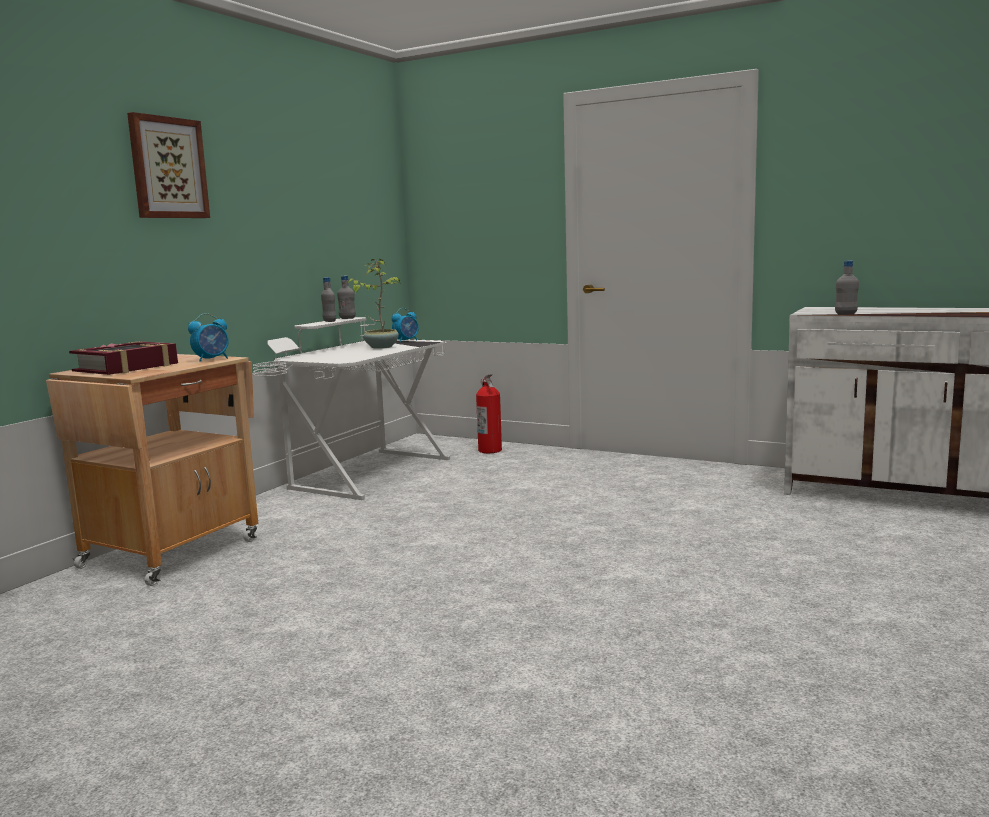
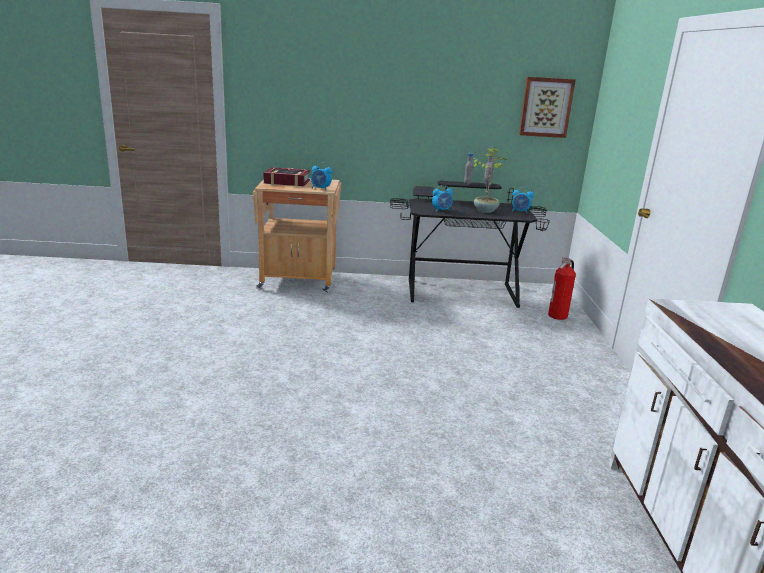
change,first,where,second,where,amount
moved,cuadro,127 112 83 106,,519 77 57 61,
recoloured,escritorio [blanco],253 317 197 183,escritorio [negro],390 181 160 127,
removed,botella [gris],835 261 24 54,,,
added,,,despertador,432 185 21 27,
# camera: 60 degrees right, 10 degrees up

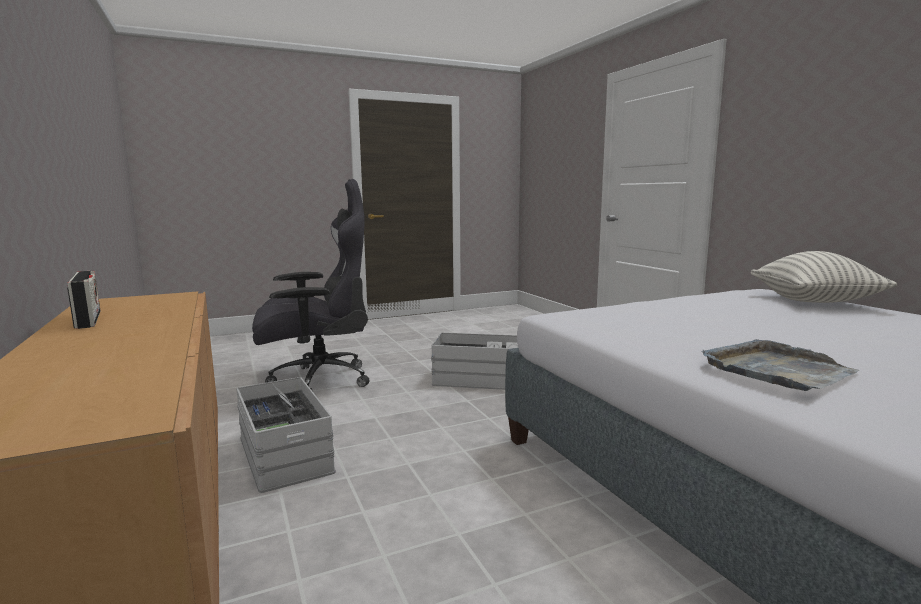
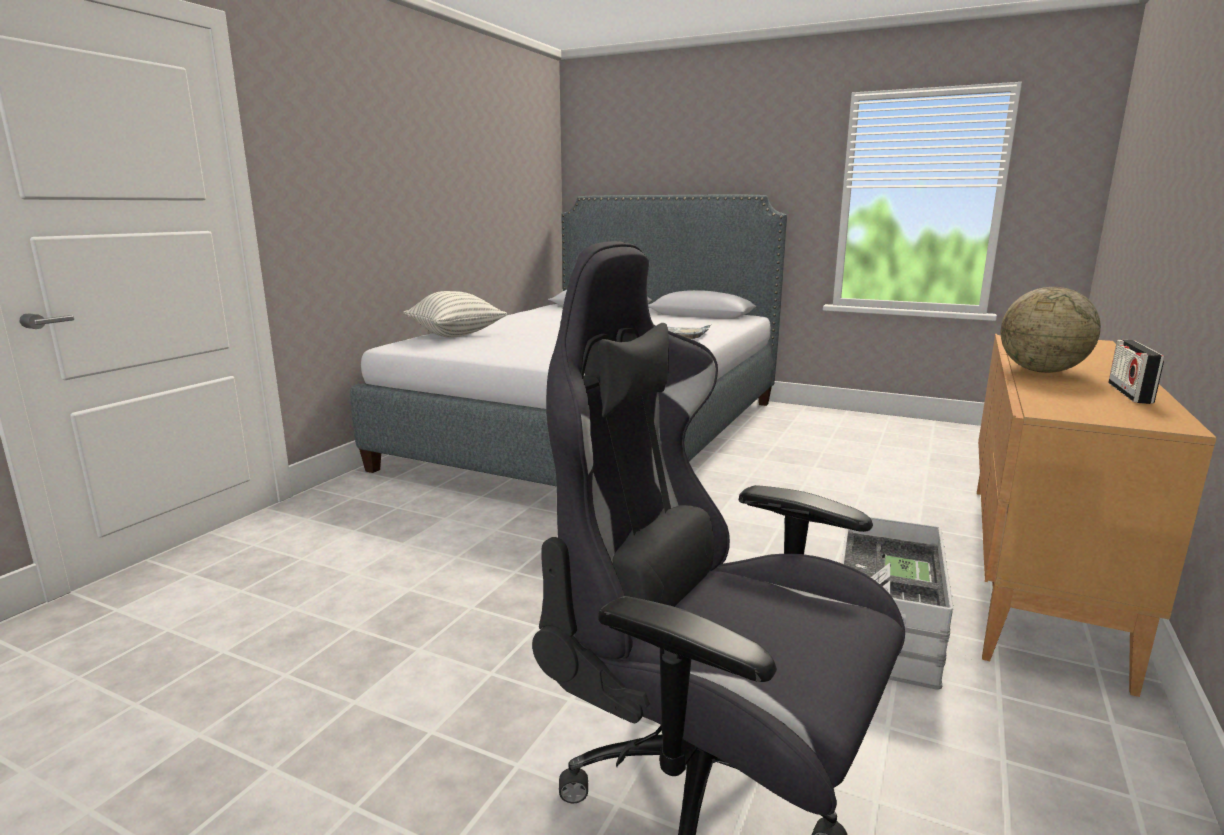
change,first,where,second,where,amount
removed,caja de almacenaje [gris],431 333 87 57,,,
added,,,globo terráqueo,1001 287 100 86,
# camera: 130 degrees left, 5 degrees up

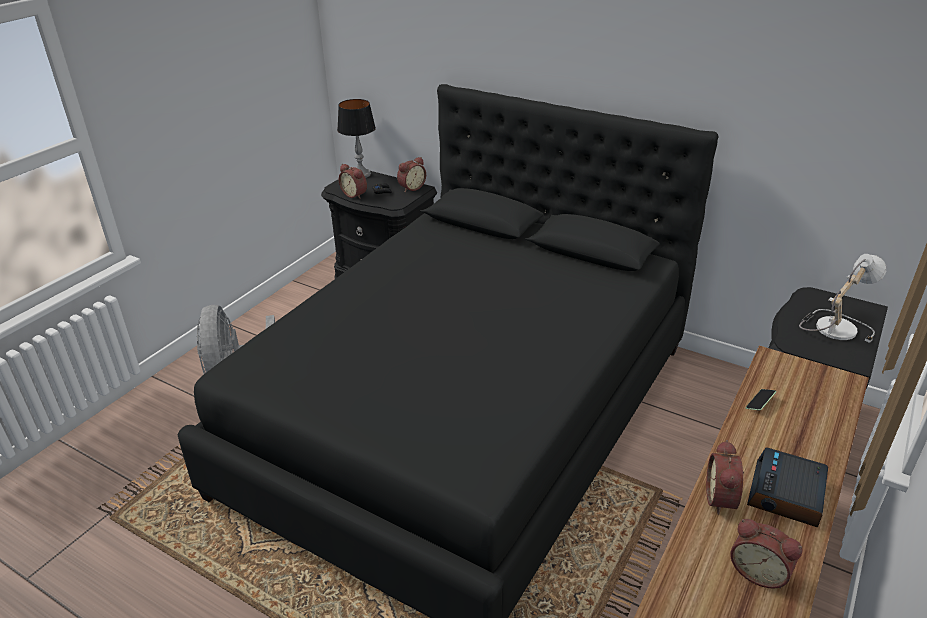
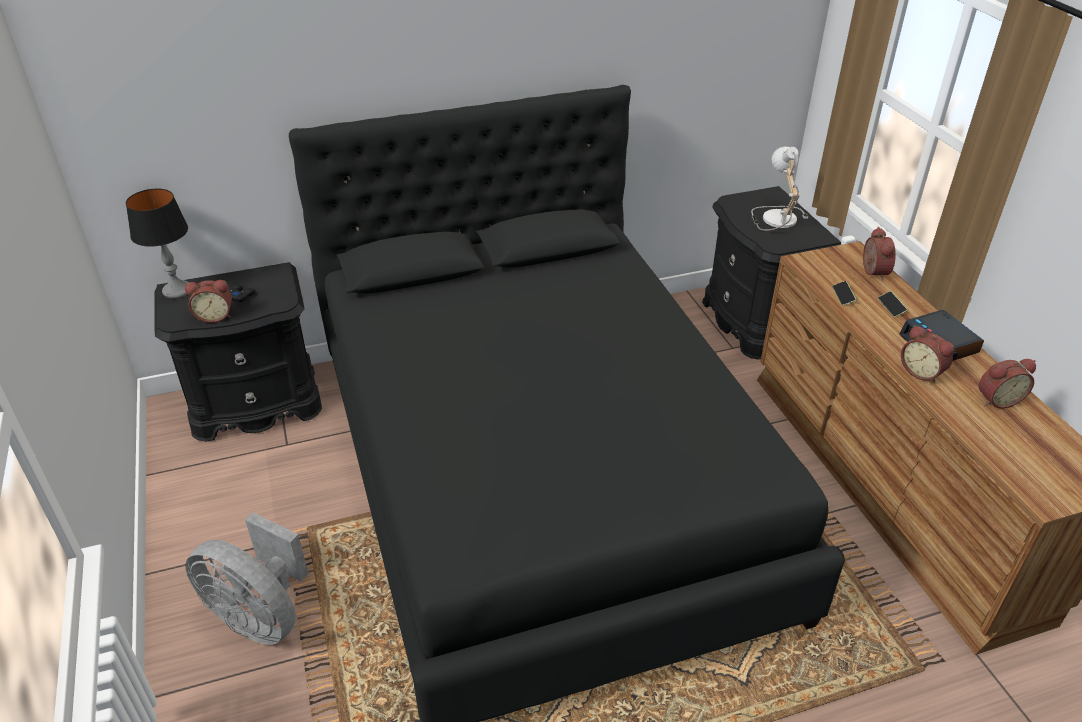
change,first,where,second,where,amount
moved,despertador,397 157 29 35,,863 227 33 54,
added,,,móvil,878 291 29 26,
# camera: 50 degrees left, 5 degrees up

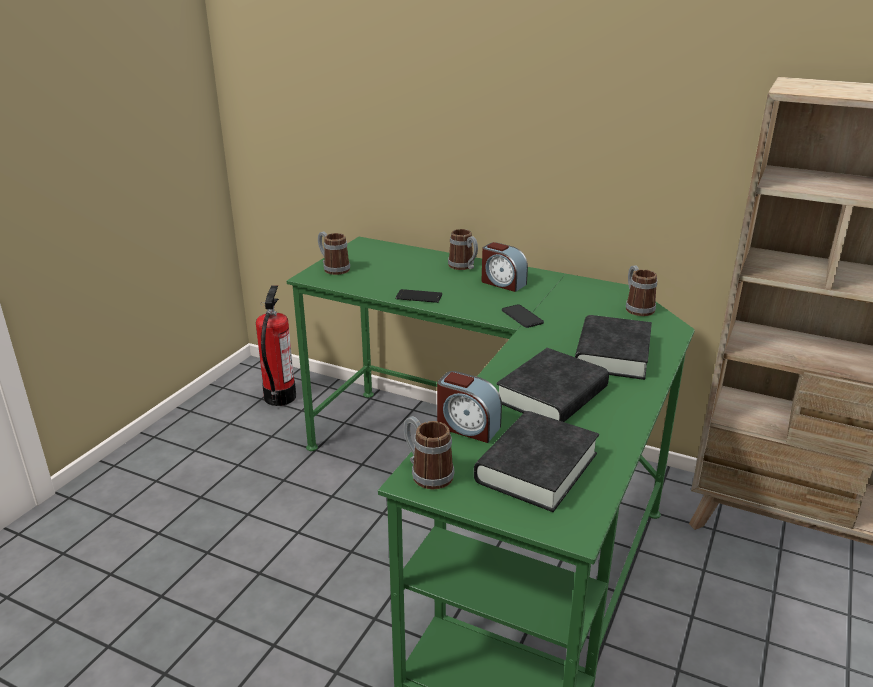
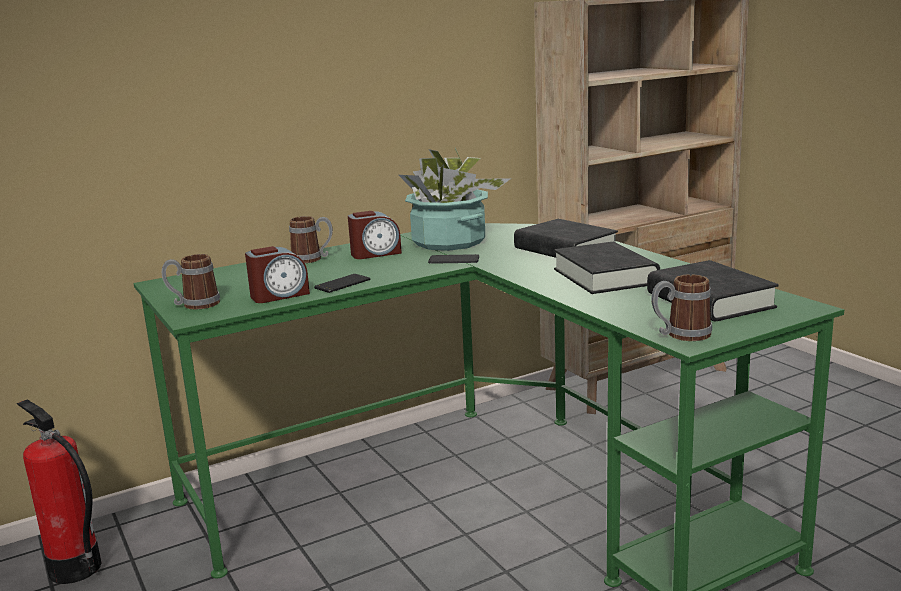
change,first,where,second,where,amount
moved,despertador,437 371 65 72,,245 246 65 57,
removed,taza grande,625 265 32 51,,,
added,,,planta en maceta,399 148 111 103,
# camera: 55 degrees left, 10 degrees down

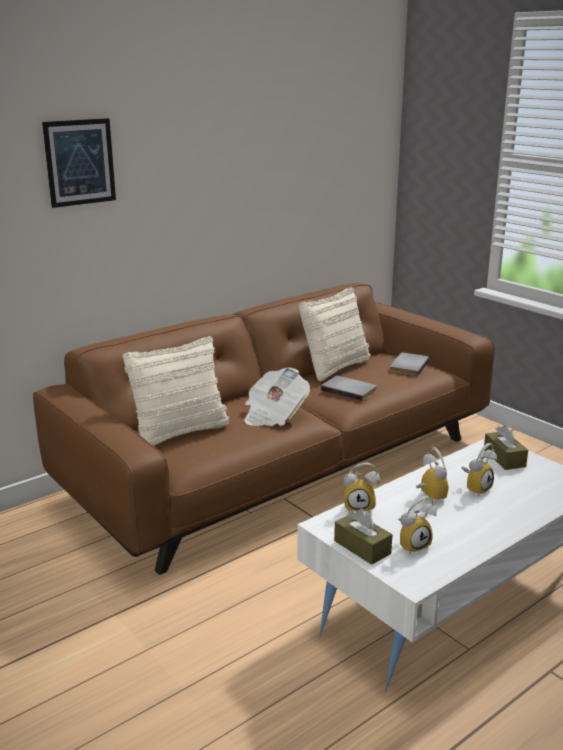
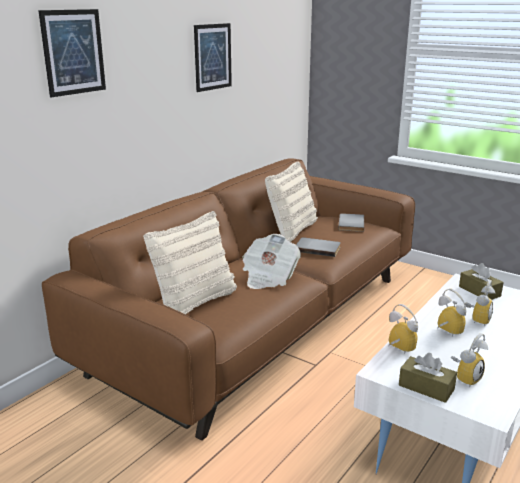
change,first,where,second,where,amount
turned,despertador,344 463 36 50,,388 304 30 50,120 degrees counterclockwise
added,,,cuadro,194 23 38 69,
# camera: 15 degrees left, 0 degrees up

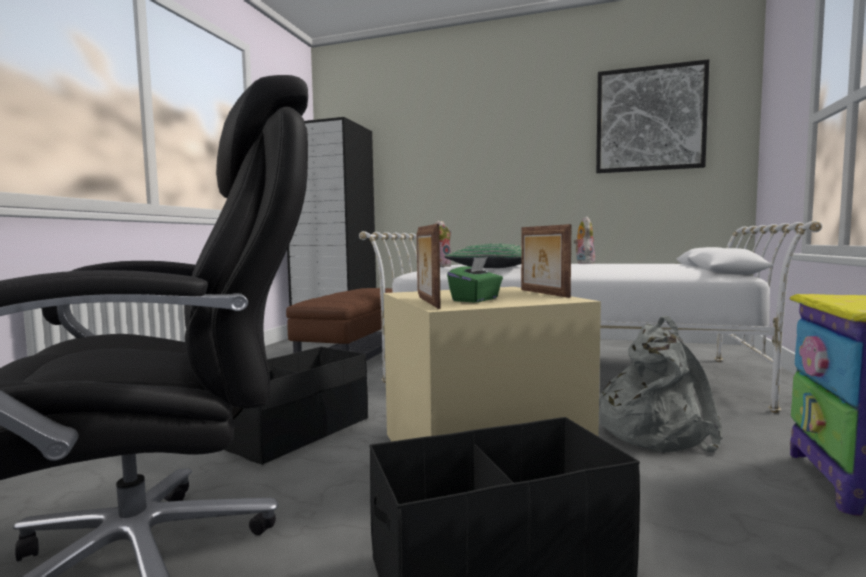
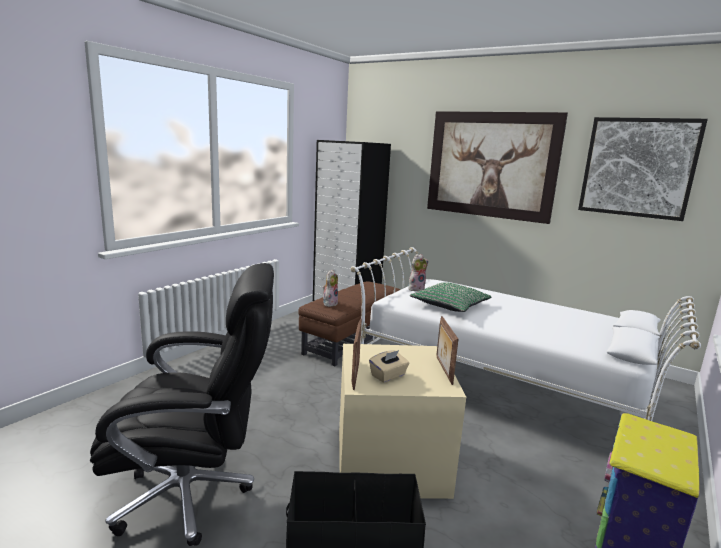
change,first,where,second,where,amount
removed,caja de almacenaje [negro],224 347 144 118,,,
recoloured,caja de pañuelos [verde],447 257 56 46,caja de pañuelos [beis],369 350 40 33,
moved,peluche,573 216 22 48,,323 270 15 37,
removed,mochila [gris],599 316 124 137,,,
added,,,cuadro,427 111 141 113,
# camera: 15 degrees right, 10 degrees up

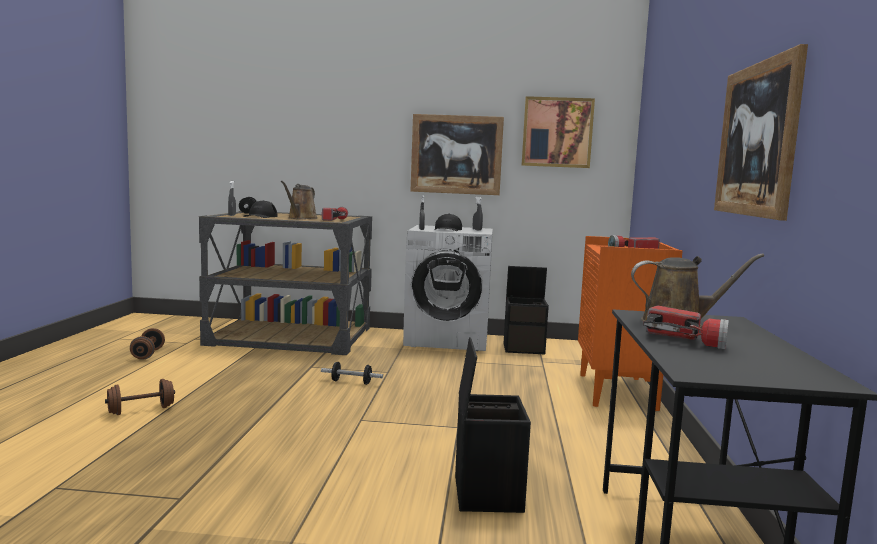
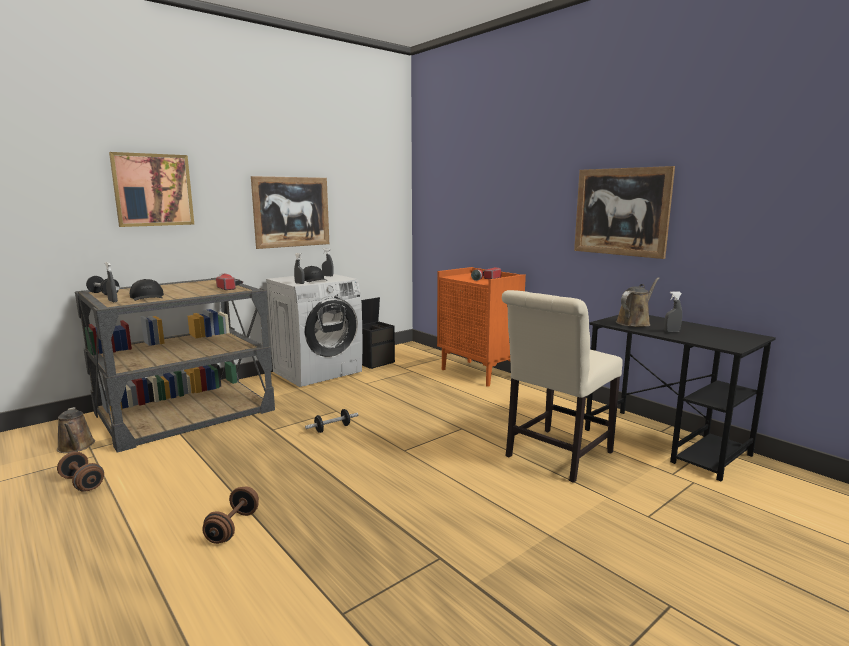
change,first,where,second,where,amount
moved,regadera [marrón],281 181 36 38,,57 407 38 46,
replaced,caja de almacenaje [negro],455 337 76 176,silla [beis],502 290 121 193,
moved,cuadro,522 96 73 72,,109 152 85 75,
replaced,linterna,643 306 86 43,pulverizador [gris],664 291 18 41,
# camera: 45 degrees left, 5 degrees up

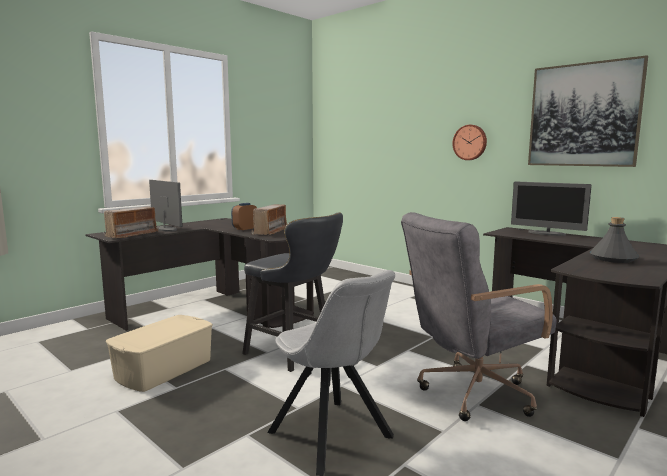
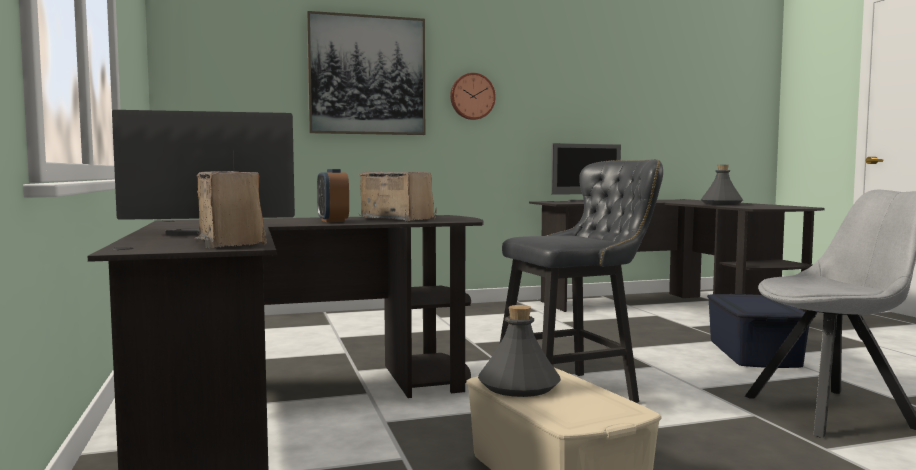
change,first,where,second,where,amount
replaced,silla de oficina [gris],401 212 156 209,caja de almacenaje [azul],707 294 102 74,
moved,cuadro,528 55 120 112,,307 11 118 124,
added,,,botella [gris],478 305 83 92,
# camera: 60 degrees left, 5 degrees down

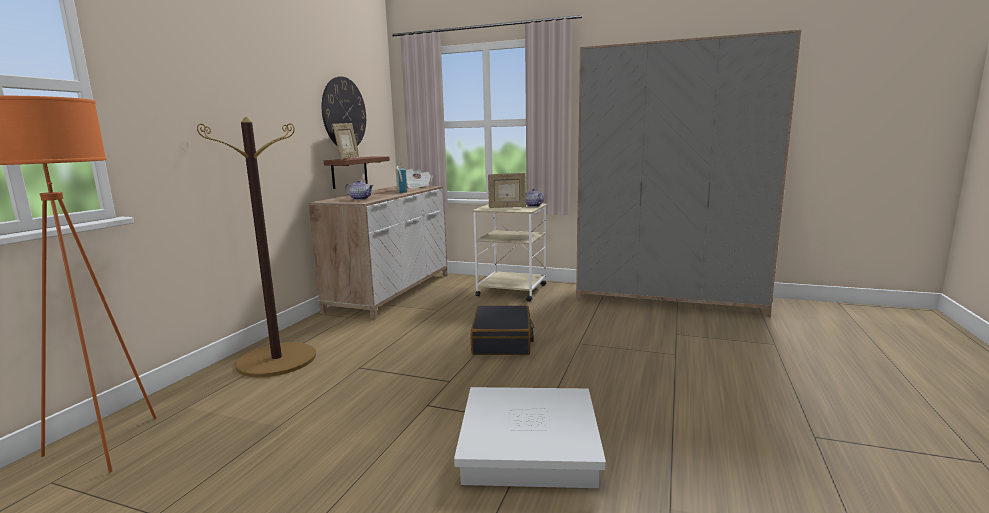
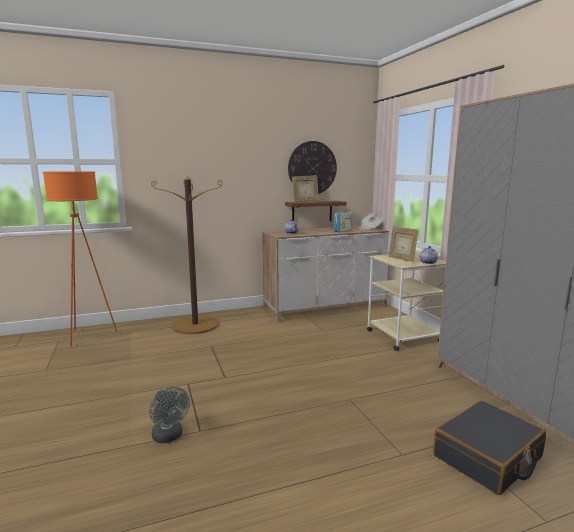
change,first,where,second,where,amount
replaced,caja de almacenaje [blanco],454 387 152 101,ventilador [gris],149 387 41 56,
moved,maleta [negro],471 305 63 50,,433 401 113 94,
# camera: 50 degrees right, 0 degrees up

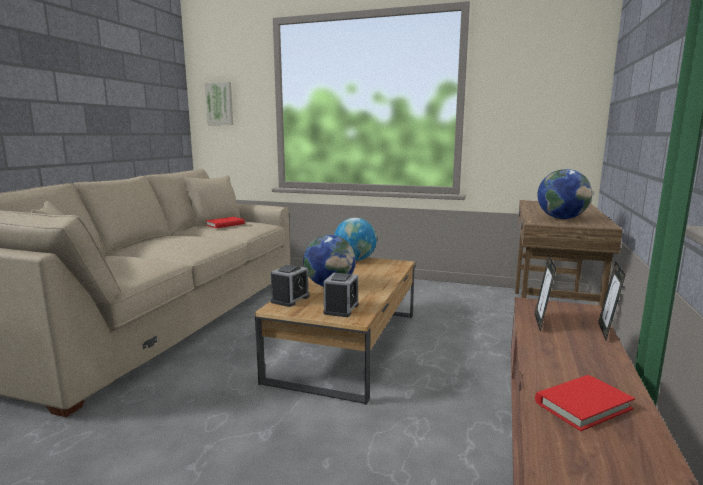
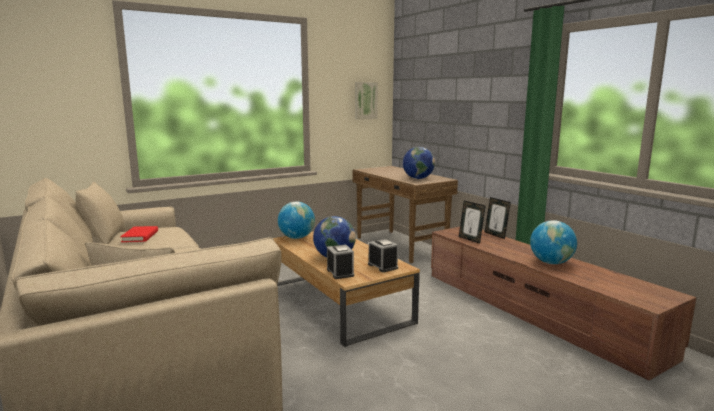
change,first,where,second,where,amount
moved,cuadro,205 82 28 43,,355 82 23 38,
replaced,libro [rojo],535 375 100 56,globo terráqueo,530 220 47 44,
# camera: 50 degrees left, 0 degrees up

